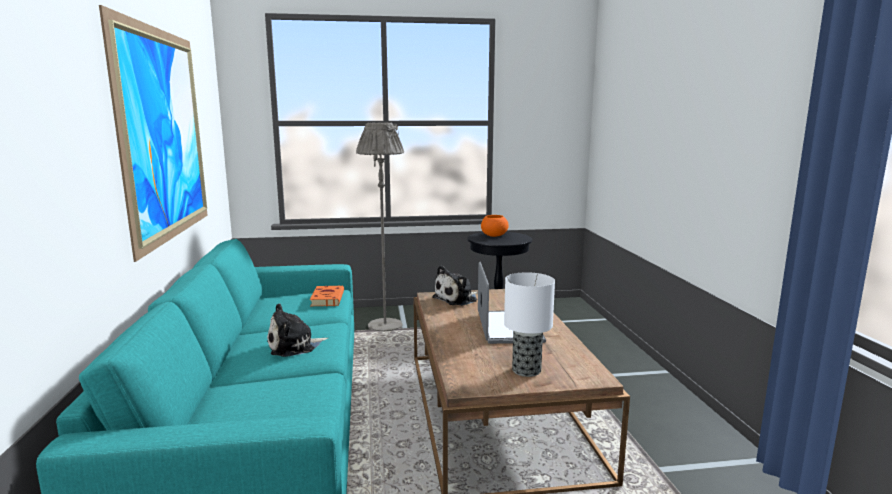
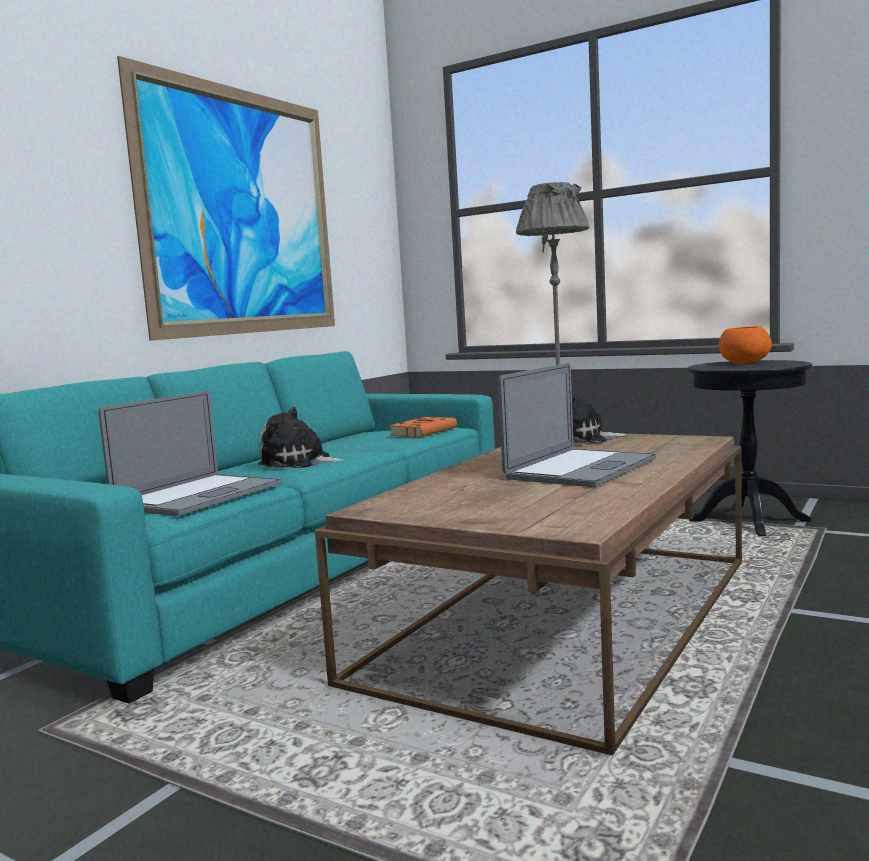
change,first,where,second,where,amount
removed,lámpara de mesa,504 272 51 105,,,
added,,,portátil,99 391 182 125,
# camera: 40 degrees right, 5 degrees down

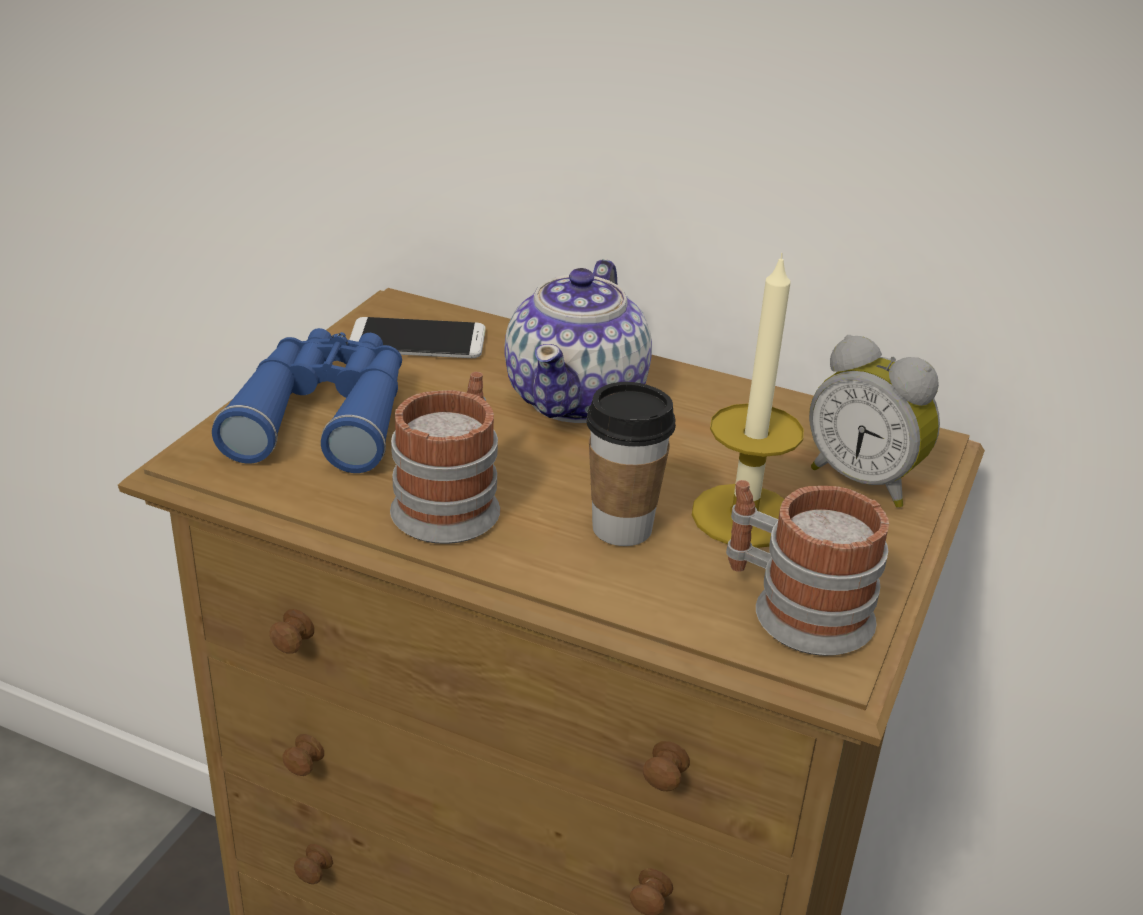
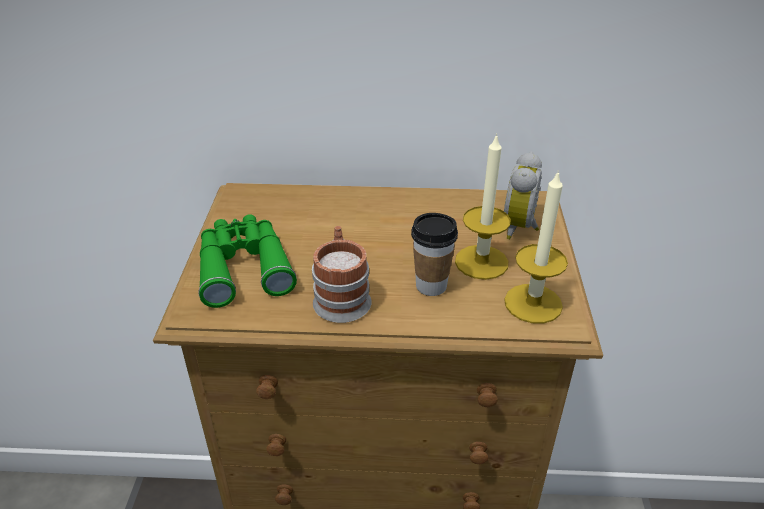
change,first,where,second,where,amount
recoloured,prismáticos [azul],212 328 190 145,prismáticos [verde],198 214 99 94,
removed,móvil,349 317 137 41,,,
removed,tetera,505 259 147 164,,,
replaced,taza grande,726 480 163 176,vela,504 170 64 154,
turned,despertador,809 335 131 173,,504 152 38 88,90 degrees clockwise
# camera: 20 degrees left, 5 degrees up

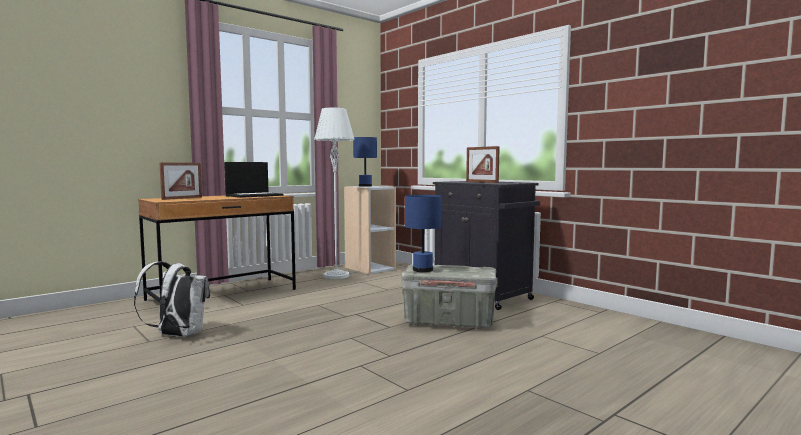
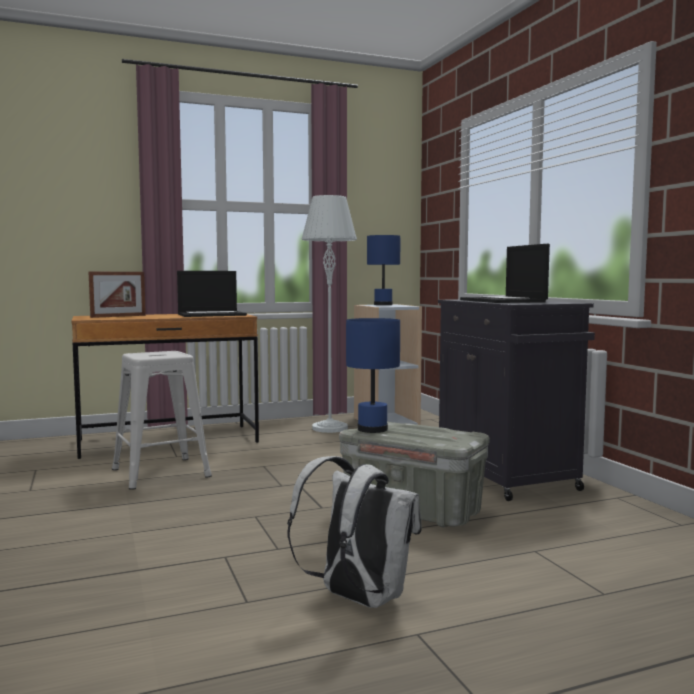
change,first,where,second,where,amount
moved,mochila [blanco],134 261 76 76,,287 456 135 152,
replaced,portarretratos,466 146 34 37,portátil,460 244 90 59,
added,,,taburete [blanco],112 351 100 139,
# camera: 20 degrees right, 0 degrees up

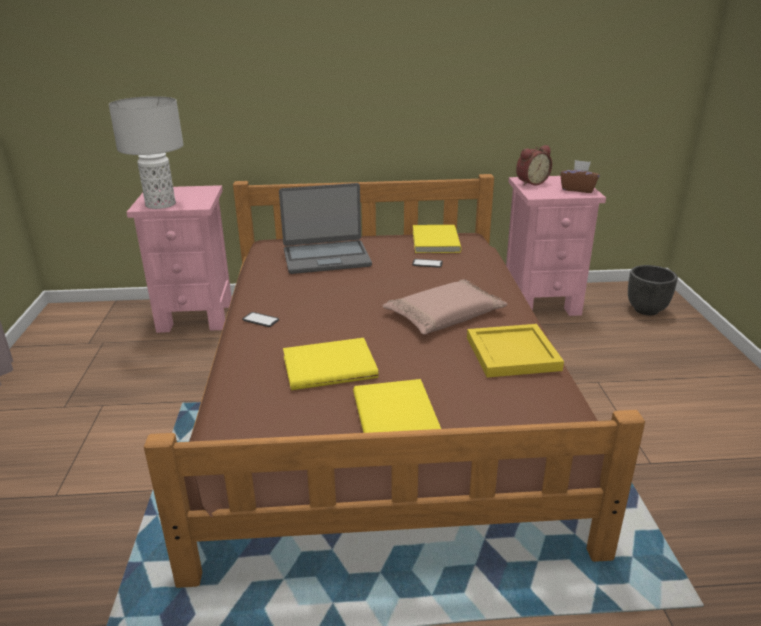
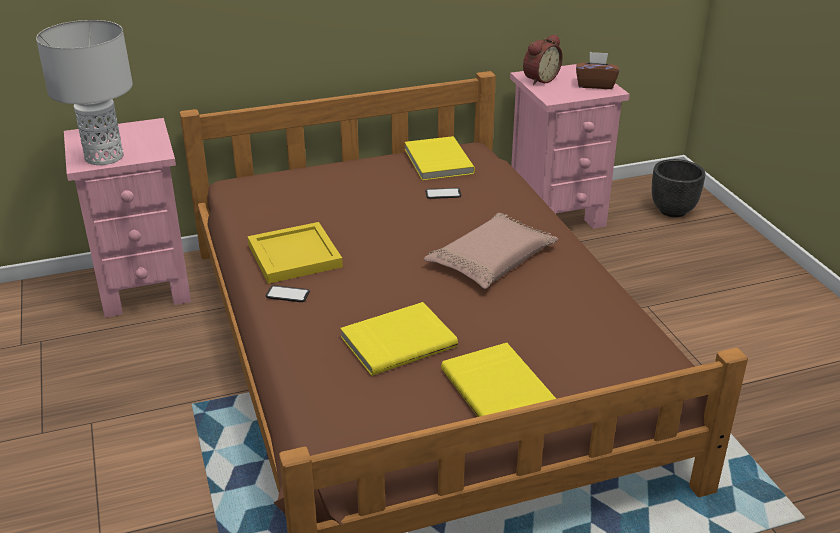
change,first,where,second,where,amount
removed,portátil,279 183 93 91,,,
moved,bandeja [amarillo],467 324 97 54,,247 222 96 62,
# camera: 15 degrees left, 5 degrees up

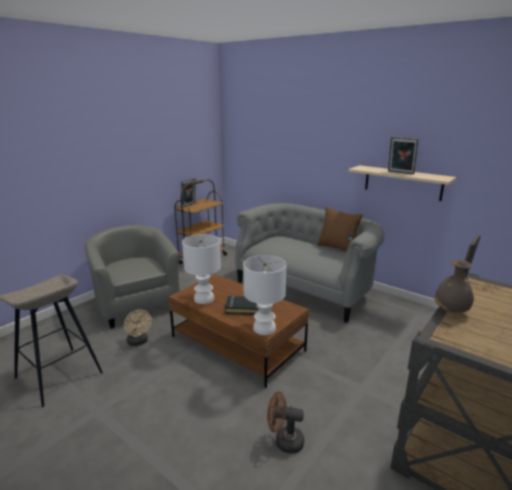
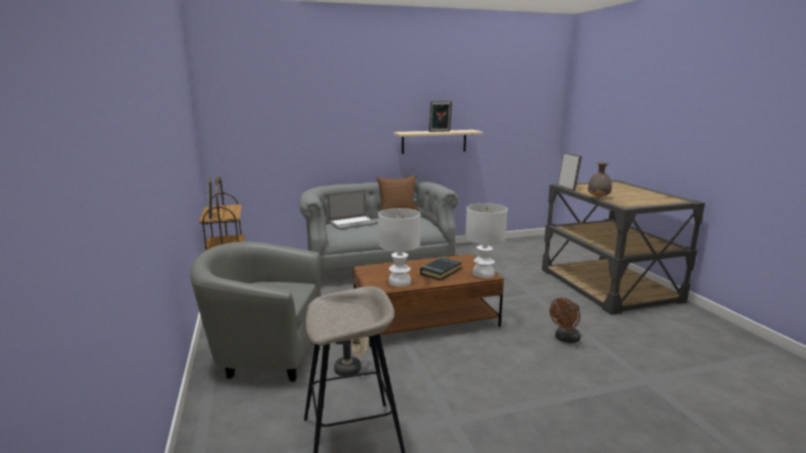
change,first,where,second,where,amount
added,,,portátil,327 189 51 41,
# camera: 55 degrees left, 5 degrees down

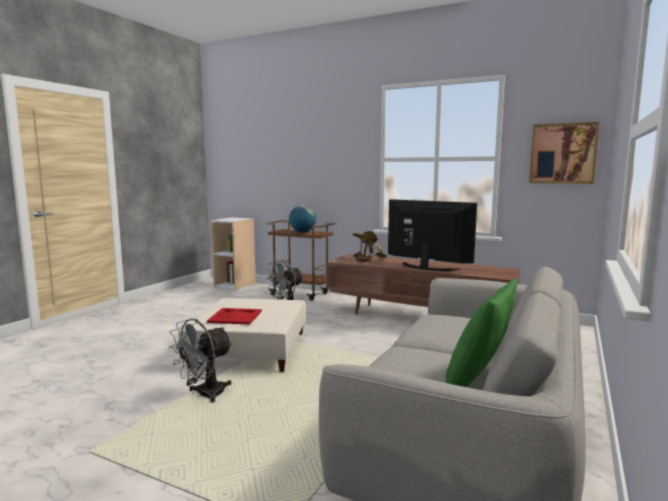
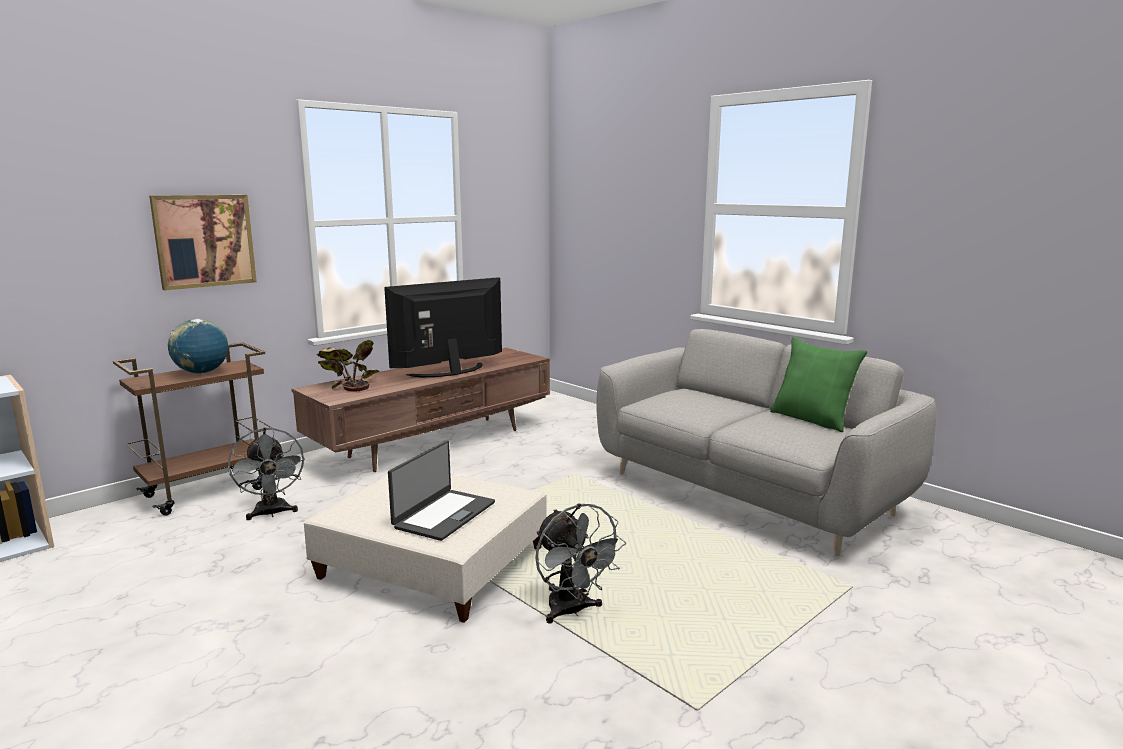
change,first,where,second,where,amount
replaced,bandeja [rojo],207 308 55 17,portátil,388 441 107 100,
moved,cuadro,529 122 71 62,,149 195 108 96,
# camera: 70 degrees left, 5 degrees up

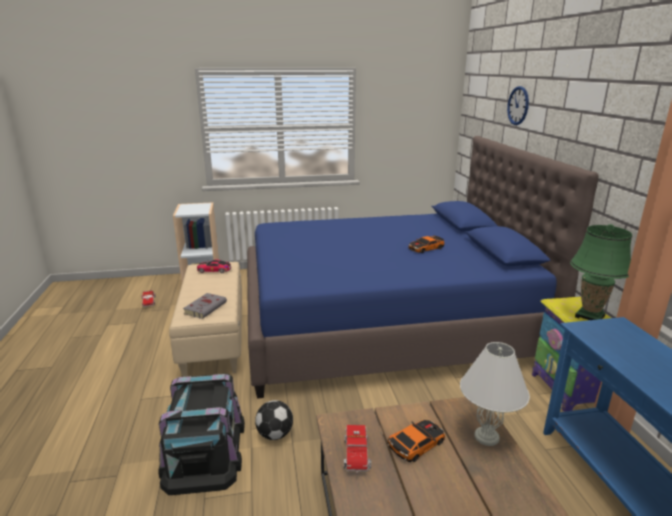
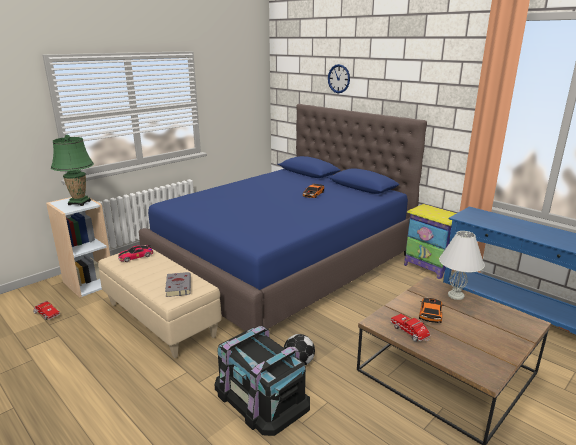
change,first,where,second,where,amount
moved,lámpara de mesa [verde],570 224 62 96,,51 135 43 71,
# camera: 35 degrees left, 0 degrees up

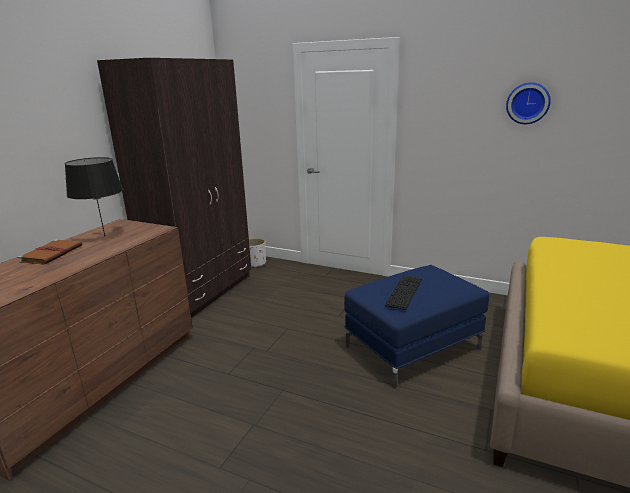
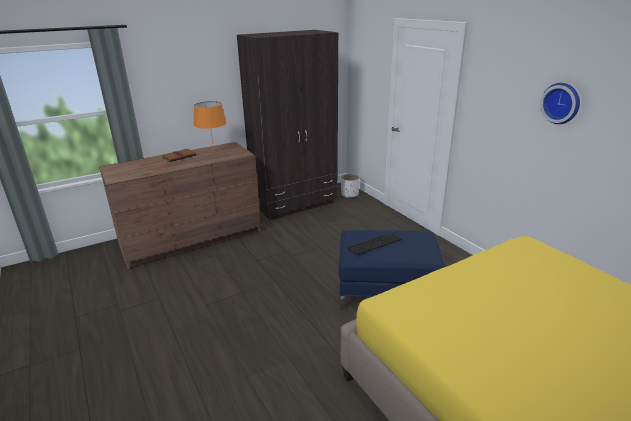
change,first,where,second,where,amount
recoloured,lámpara de mesa [negro],65 157 58 79,lámpara de mesa [naranja],194 101 33 51,
# camera: 35 degrees right, 5 degrees up

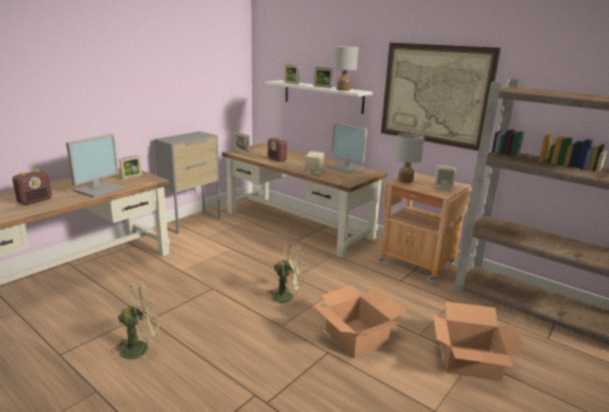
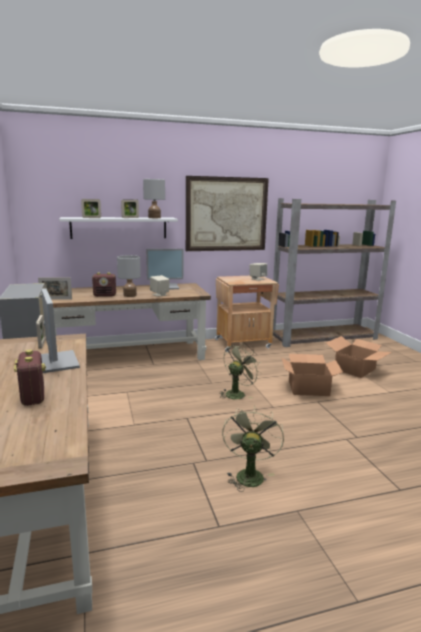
change,first,where,second,where,amount
moved,lámpara de mesa [gris],395 133 30 50,,117 255 24 42,
# camera: 55 degrees left, 5 degrees down

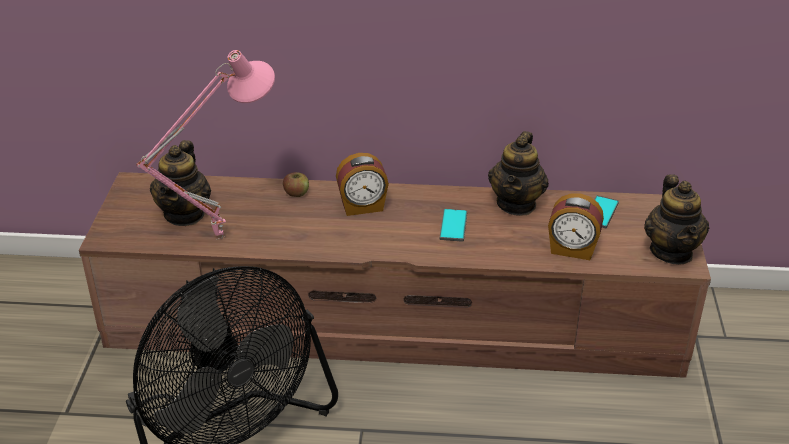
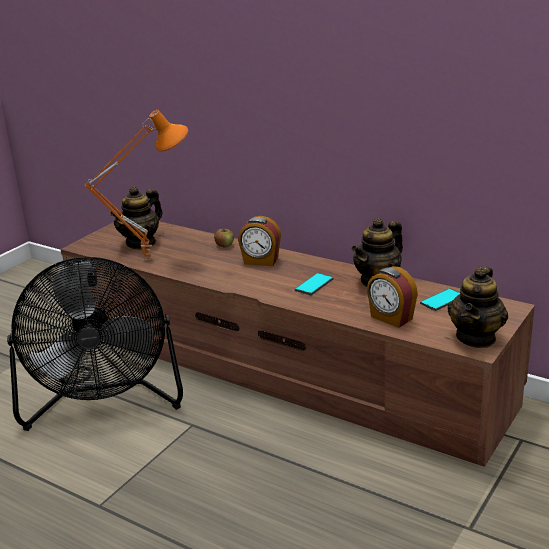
change,first,where,second,where,amount
recoloured,lámpara de mesa [rosa],136 50 139 190,lámpara de mesa [naranja],84 110 104 150,
# camera: 30 degrees right, 10 degrees down

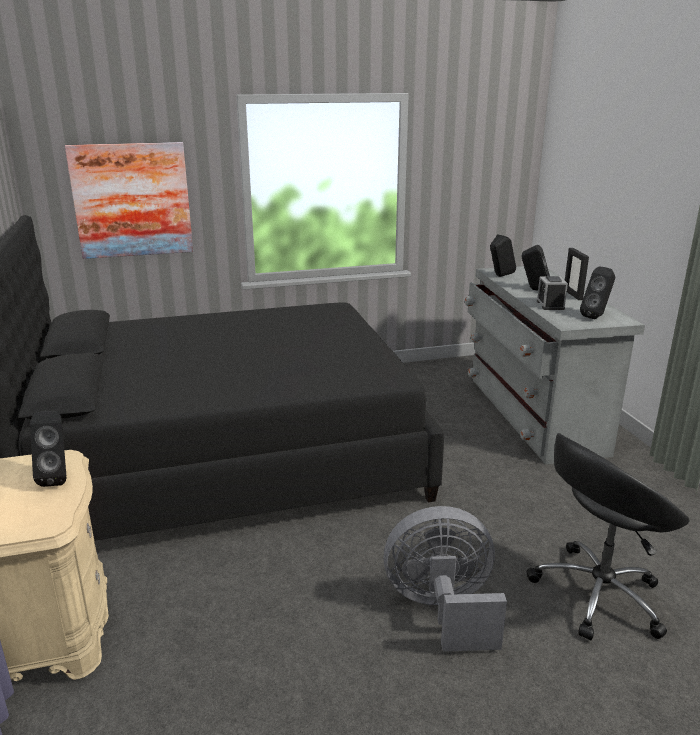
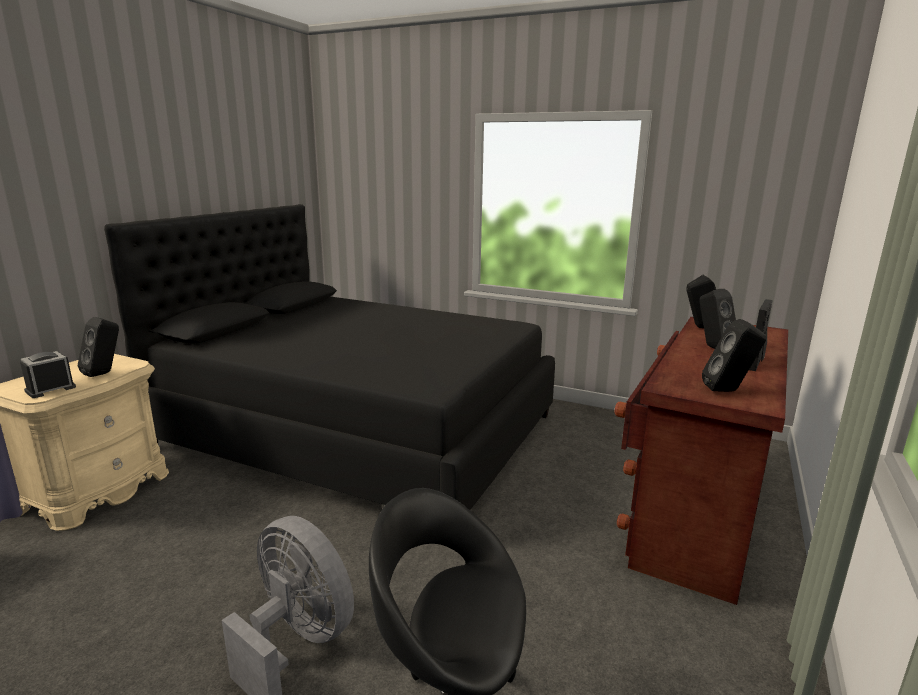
change,first,where,second,where,amount
removed,cuadro,65 142 128 117,,,
recoloured,cómoda [gris],465 266 180 198,cómoda [marrón],615 317 173 288,
moved,despertador,537 276 31 34,,20 351 56 47,
# camera: 40 degrees right, 5 degrees down

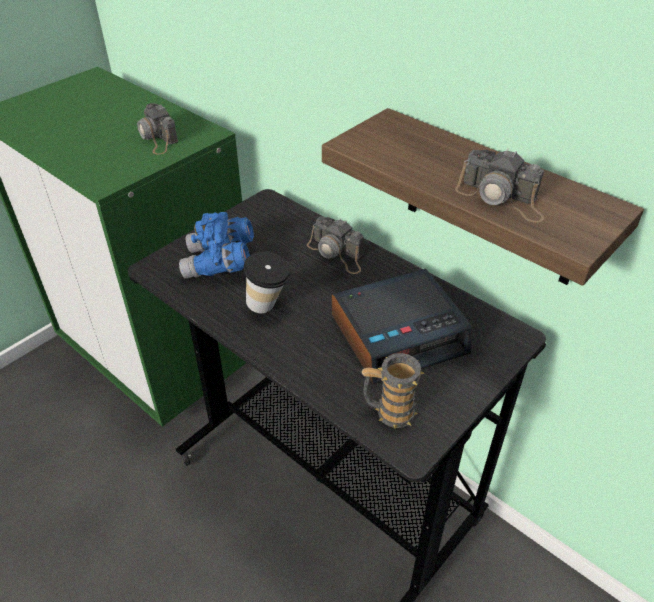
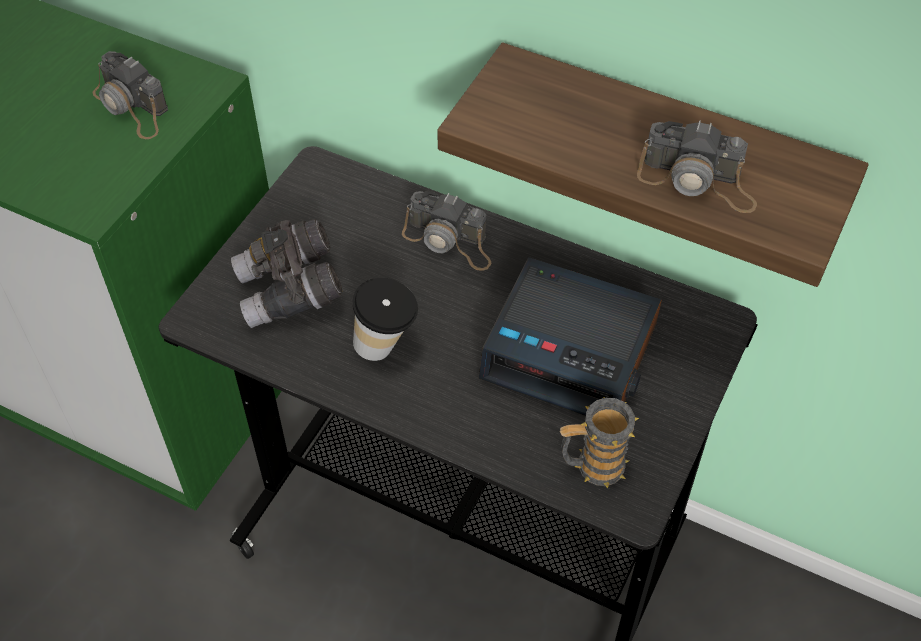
change,first,where,second,where,amount
recoloured,prismáticos [azul],179 212 75 67,prismáticos [gris],231 219 111 109,
turned,despertador,332 269 140 115,,479 257 183 159,60 degrees clockwise
# camera: 15 degrees left, 10 degrees up

